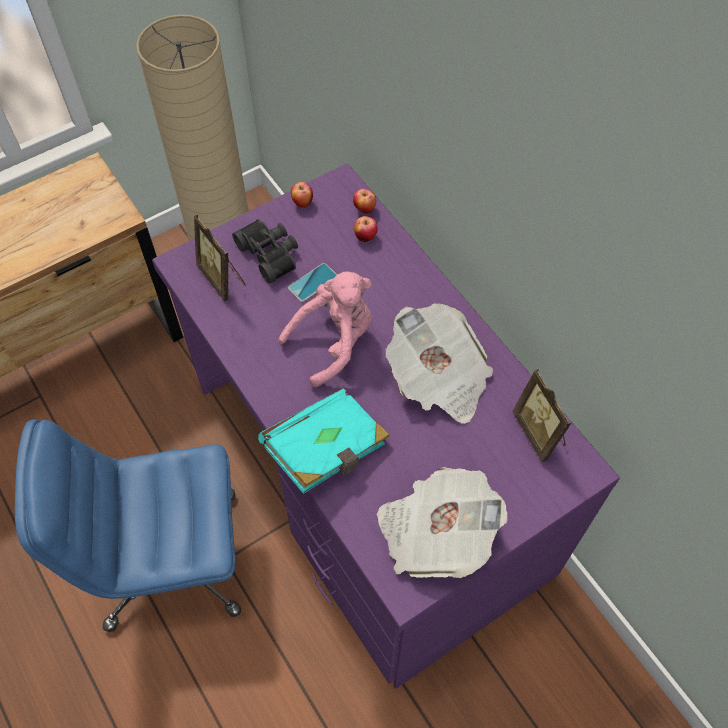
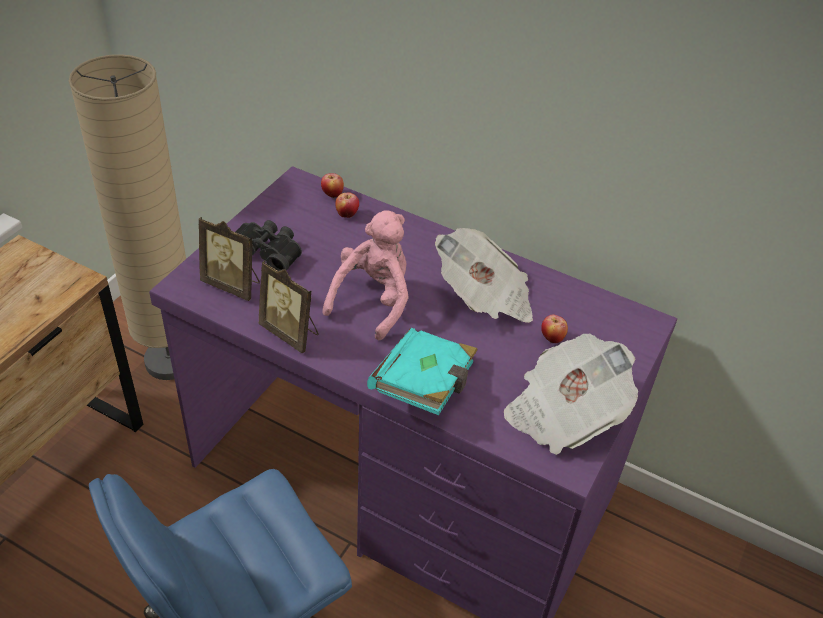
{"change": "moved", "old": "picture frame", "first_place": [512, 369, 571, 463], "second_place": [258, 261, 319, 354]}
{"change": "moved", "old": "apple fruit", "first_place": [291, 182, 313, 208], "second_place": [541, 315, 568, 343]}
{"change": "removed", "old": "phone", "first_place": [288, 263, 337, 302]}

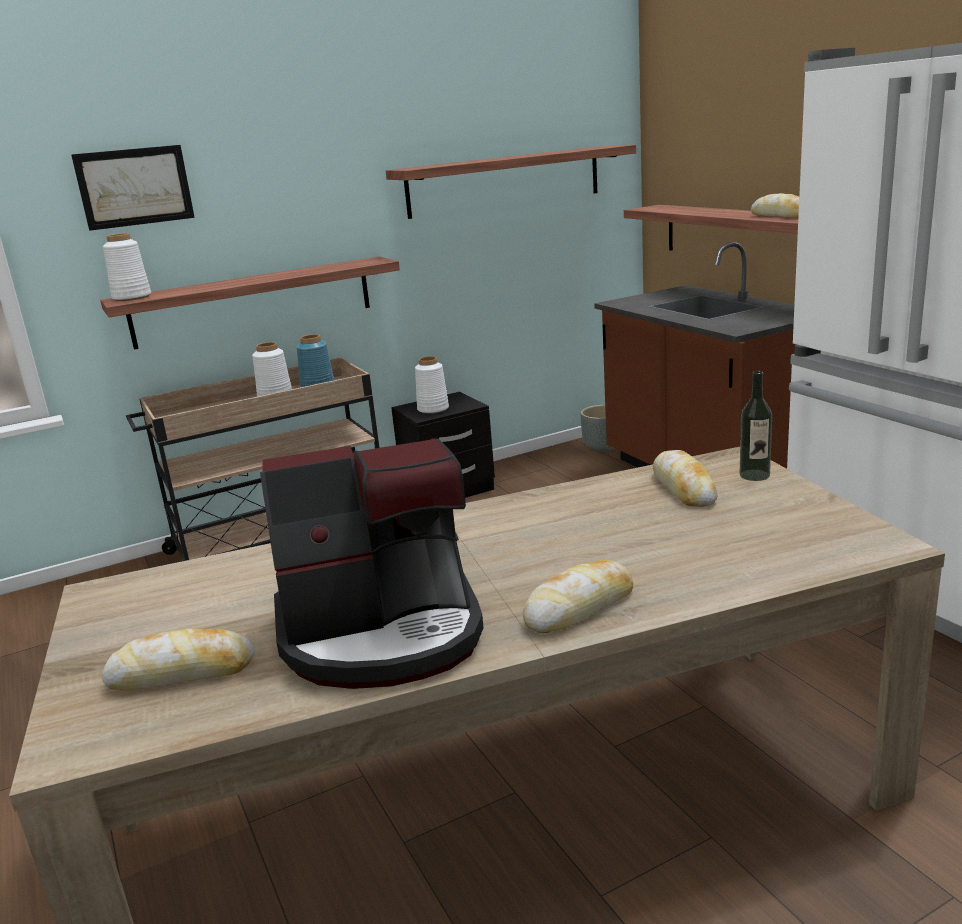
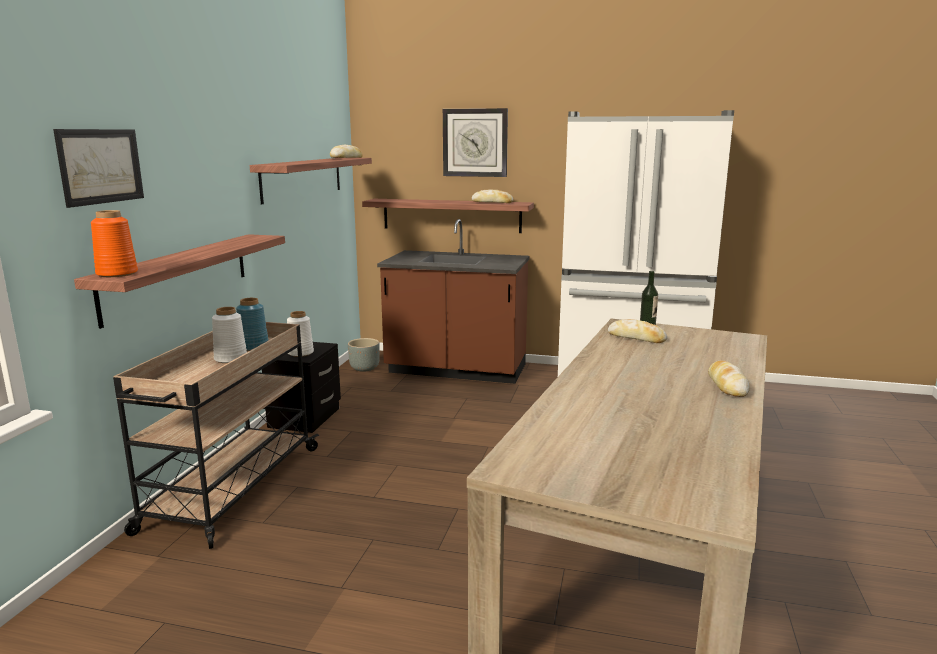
{"change": "recoloured", "old": "decorative vase (white)", "new": "decorative vase (orangey)", "first_place": [103, 233, 151, 301], "second_place": [91, 210, 138, 277]}
{"change": "moved", "old": "bread", "first_place": [102, 629, 255, 691], "second_place": [330, 145, 363, 158]}
{"change": "added", "new": "hanging clock", "second_place": [443, 108, 508, 177]}
{"change": "removed", "old": "coffee maker", "first_place": [260, 438, 484, 689]}

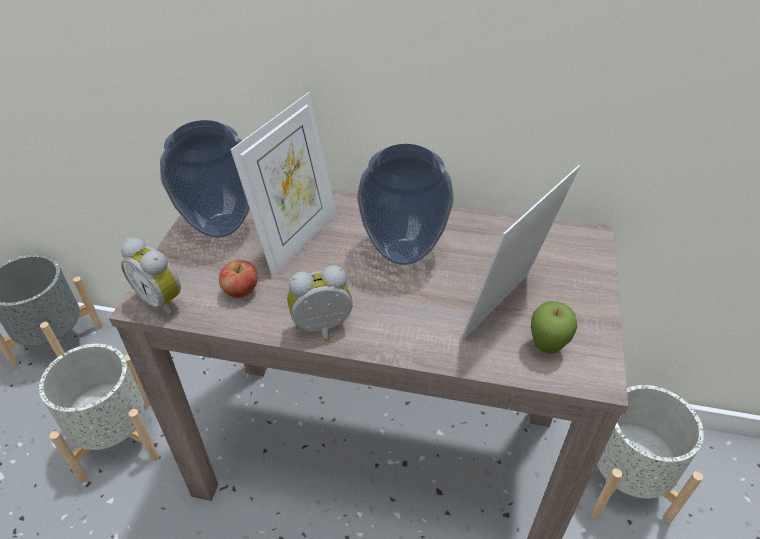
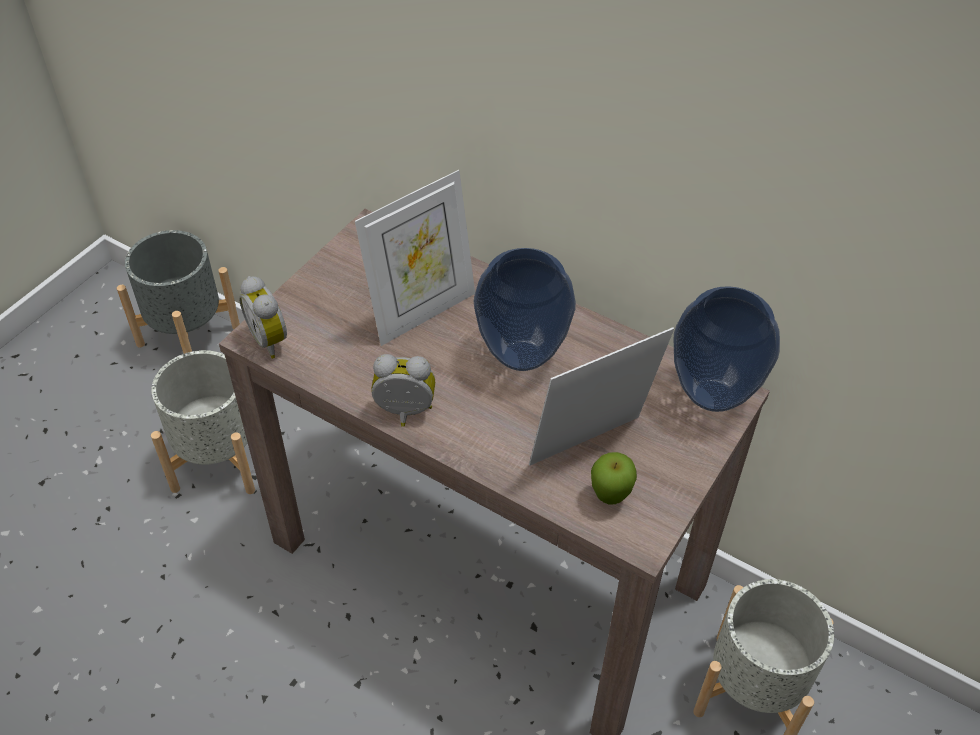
{"change": "moved", "old": "decorative vase", "first_place": [160, 120, 250, 238], "second_place": [674, 286, 780, 412]}
{"change": "removed", "old": "apple fruit", "first_place": [219, 260, 258, 298]}

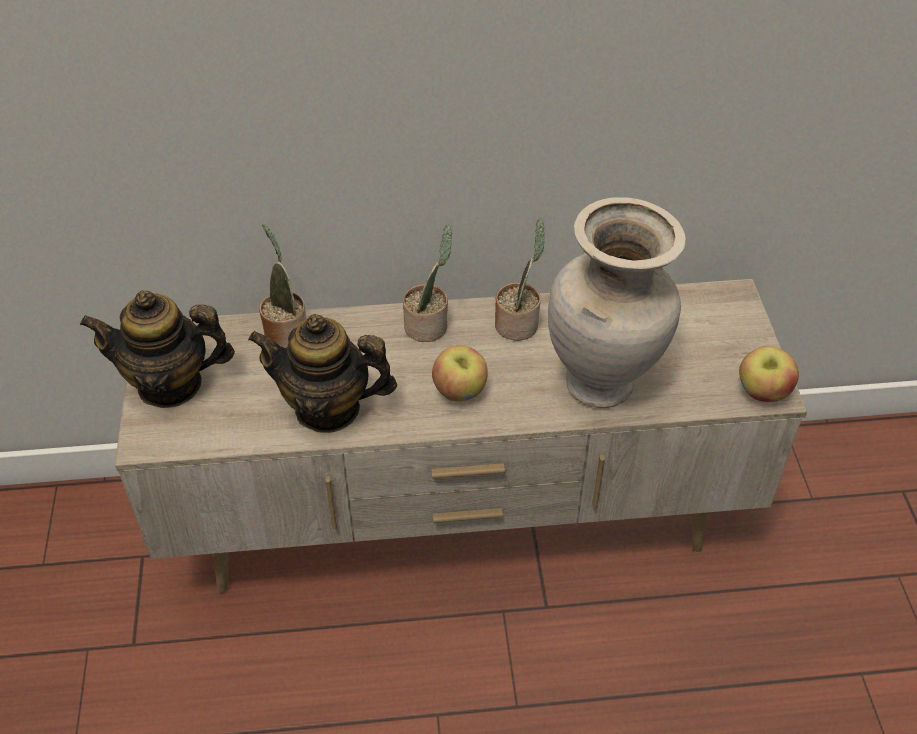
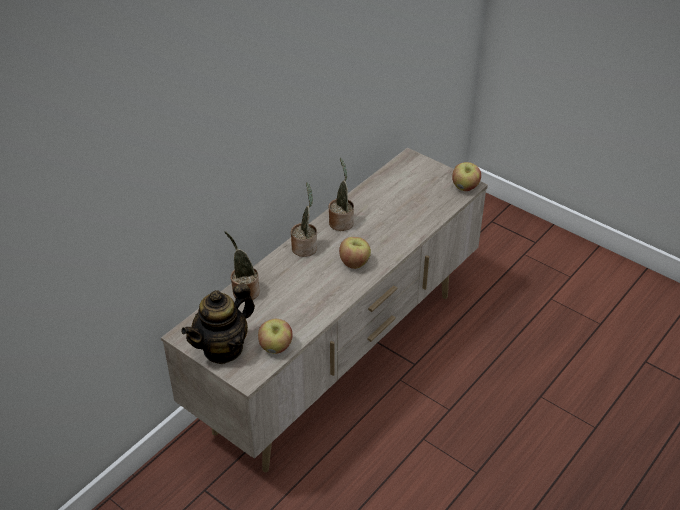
{"change": "added", "new": "apple fruit", "second_place": [258, 319, 293, 354]}
{"change": "removed", "old": "tea pot", "first_place": [248, 314, 397, 433]}
{"change": "removed", "old": "decorative vase (beige-coloured)", "first_place": [548, 197, 686, 408]}

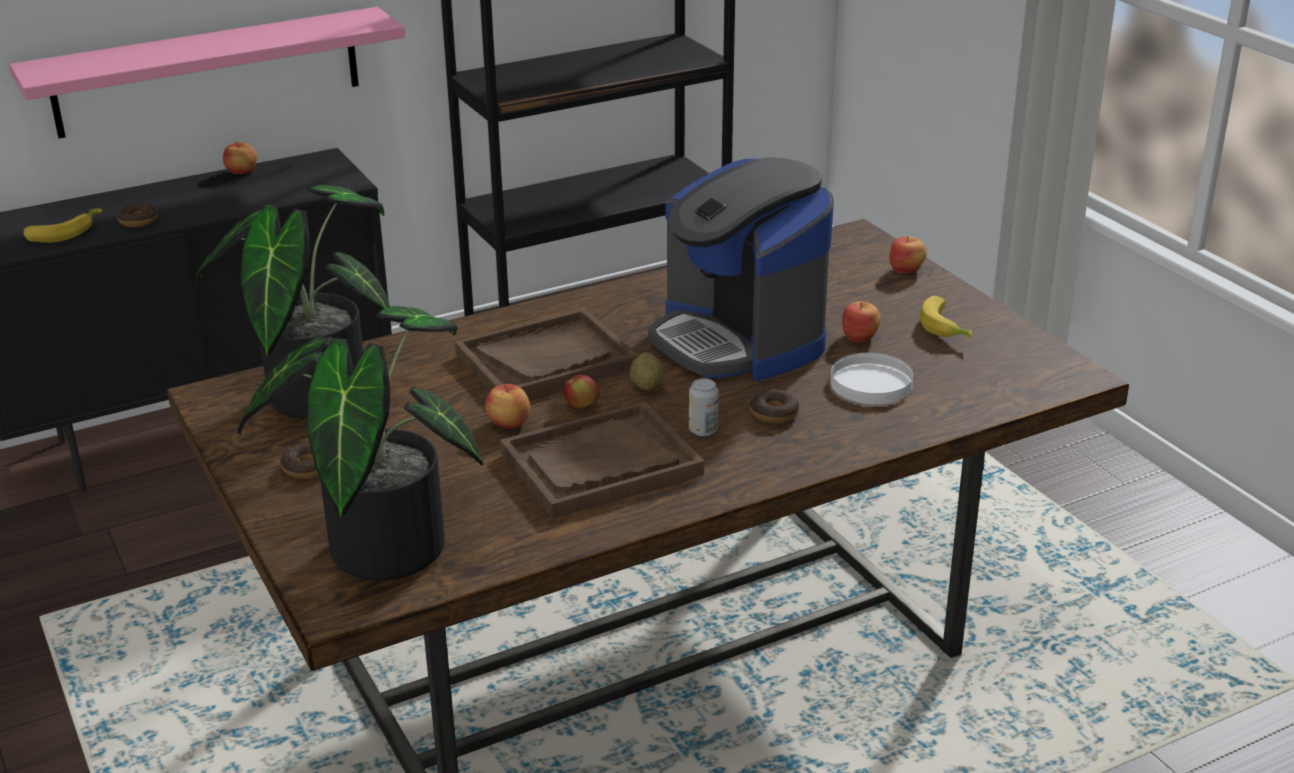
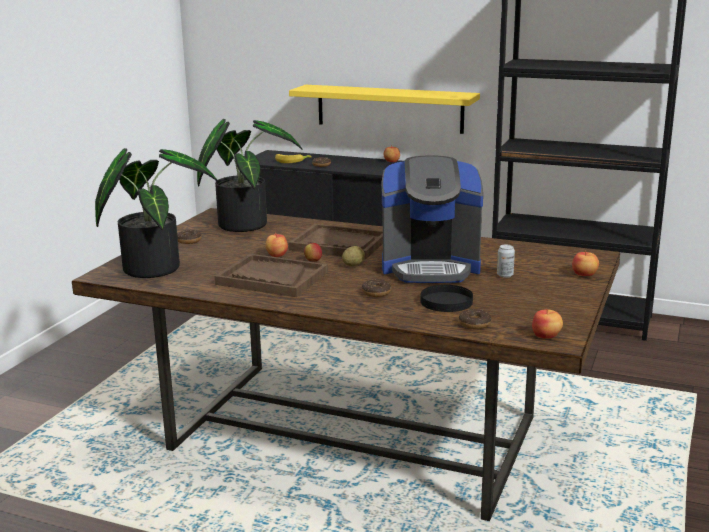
{"change": "recoloured", "old": "wall shelf (pink)", "new": "wall shelf (yellowish)", "first_place": [9, 7, 405, 138], "second_place": [289, 85, 480, 134]}
{"change": "turned", "old": "coffee maker", "first_place": [648, 157, 834, 381], "second_place": [382, 155, 483, 283], "degrees": -105}
{"change": "recoloured", "old": "dinner plate (white)", "new": "dinner plate (blackish)", "first_place": [831, 353, 914, 404], "second_place": [420, 285, 473, 312]}
{"change": "added", "new": "doughnut", "second_place": [459, 309, 491, 329]}
{"change": "moved", "old": "can", "first_place": [689, 378, 718, 436], "second_place": [497, 245, 515, 278]}
{"change": "moved", "old": "apple fruit", "first_place": [842, 301, 881, 343], "second_place": [532, 309, 563, 339]}
{"change": "removed", "old": "whole banana", "first_place": [919, 296, 972, 339]}

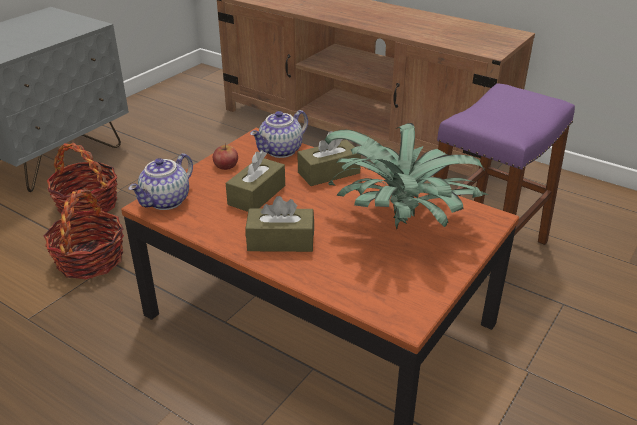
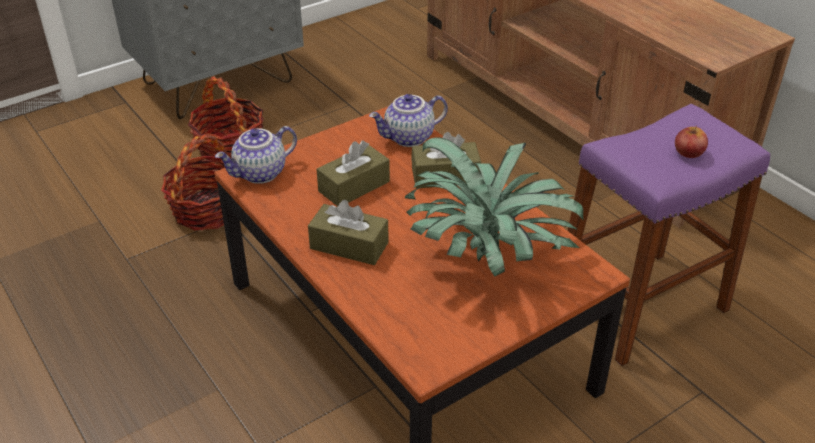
{"change": "moved", "old": "apple fruit", "first_place": [213, 143, 238, 170], "second_place": [675, 126, 708, 158]}

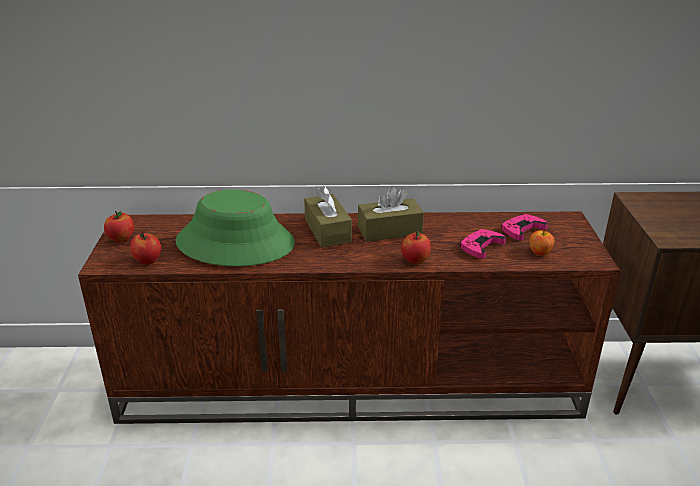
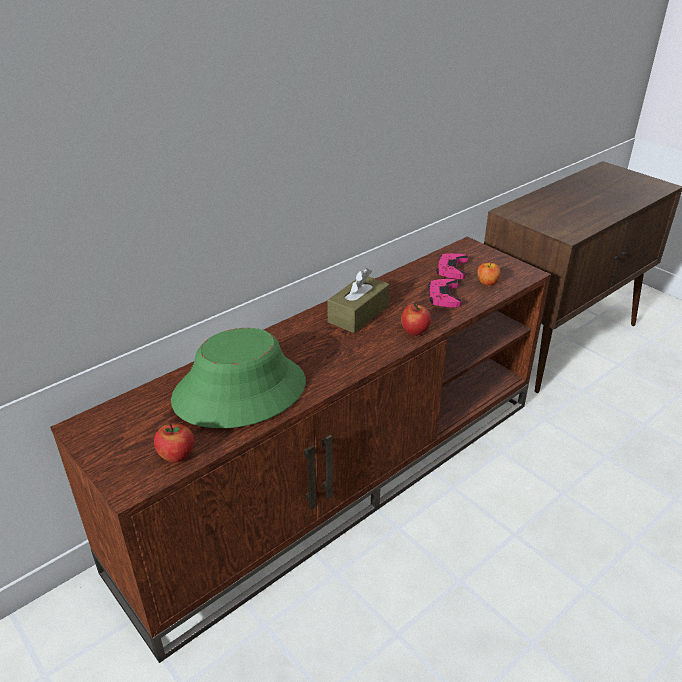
{"change": "removed", "old": "apple fruit", "first_place": [104, 211, 134, 243]}
{"change": "removed", "old": "box of tissues (brownish)", "first_place": [304, 186, 352, 248]}

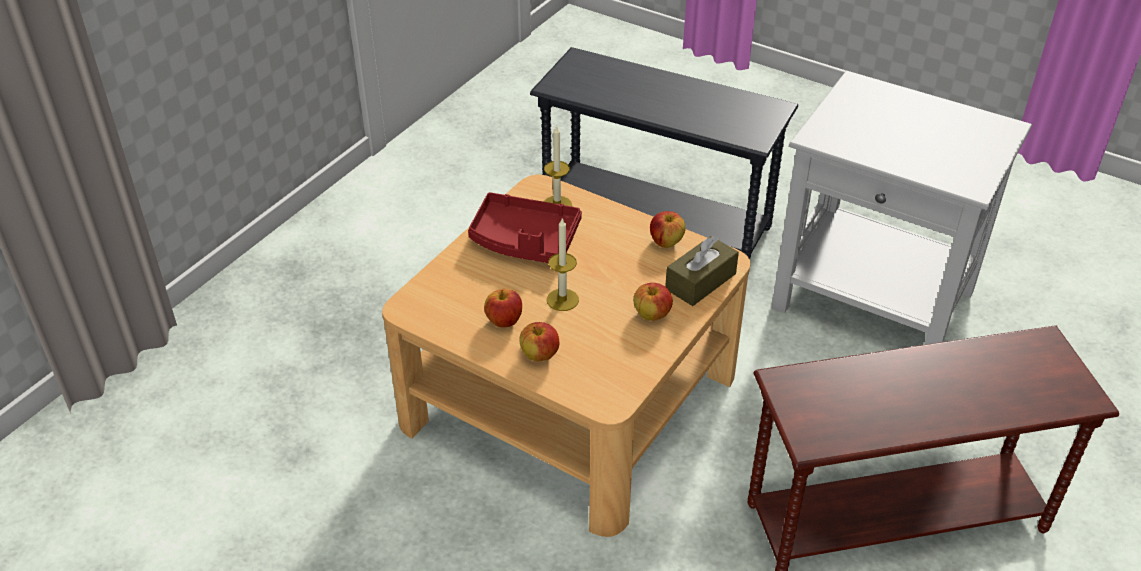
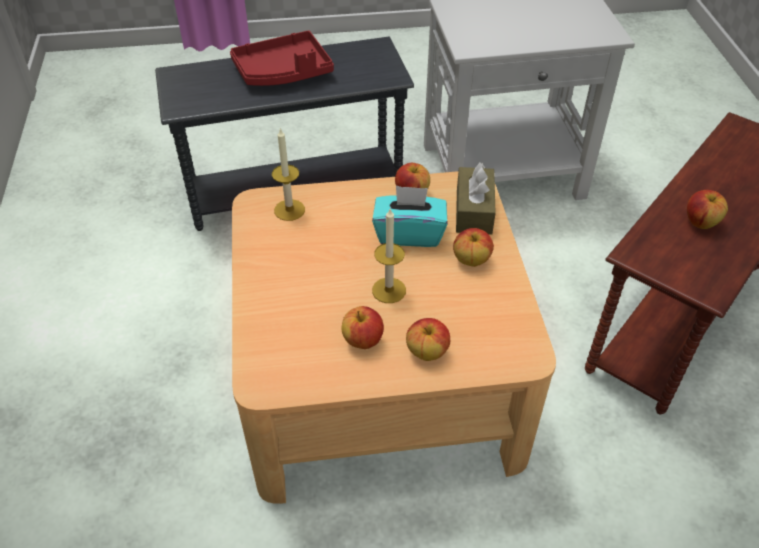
{"change": "moved", "old": "tray (red)", "first_place": [468, 192, 582, 263], "second_place": [230, 31, 334, 86]}
{"change": "added", "new": "box of tissues (turquoise-coloured)", "second_place": [372, 185, 447, 247]}
{"change": "added", "new": "apple fruit", "second_place": [687, 190, 728, 229]}

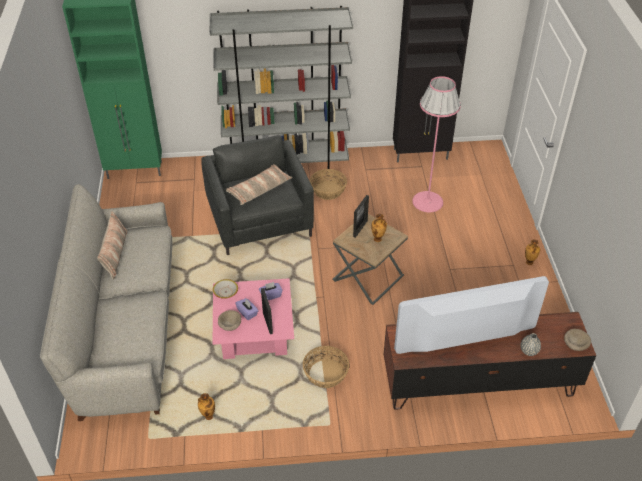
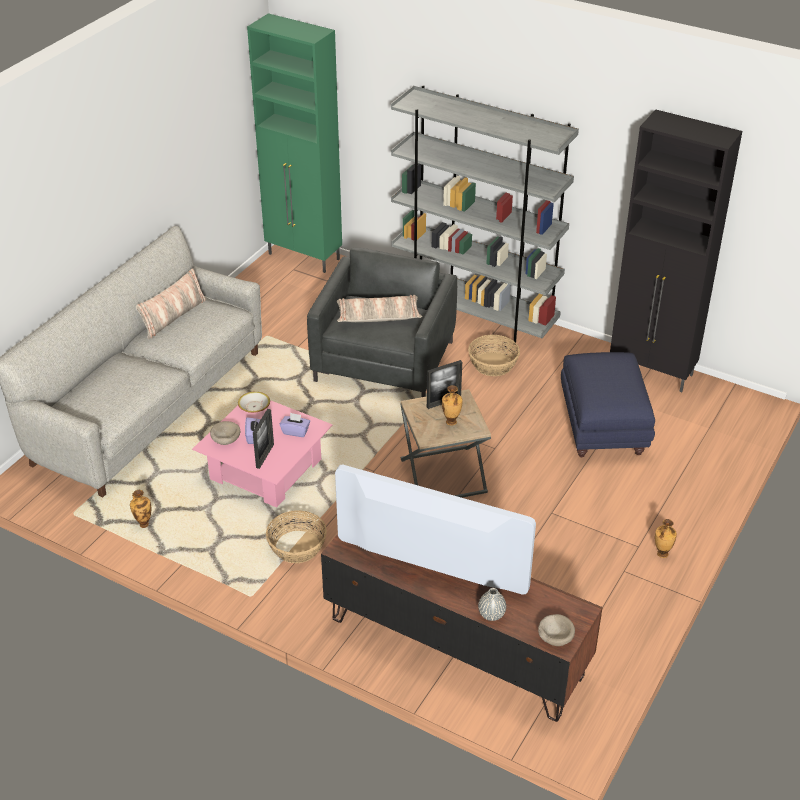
{"change": "replaced", "old": "floor lamp (pink)", "new": "pouffe (blue-coloured)", "first_place": [412, 76, 461, 212], "second_place": [561, 352, 655, 457]}

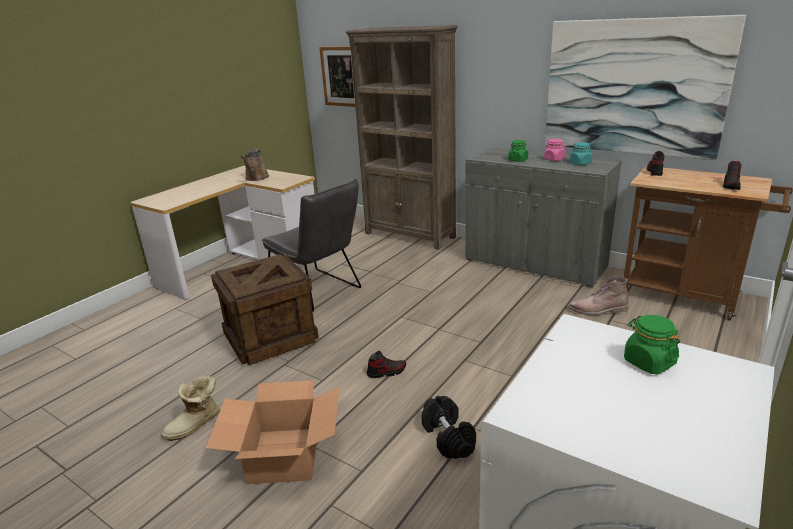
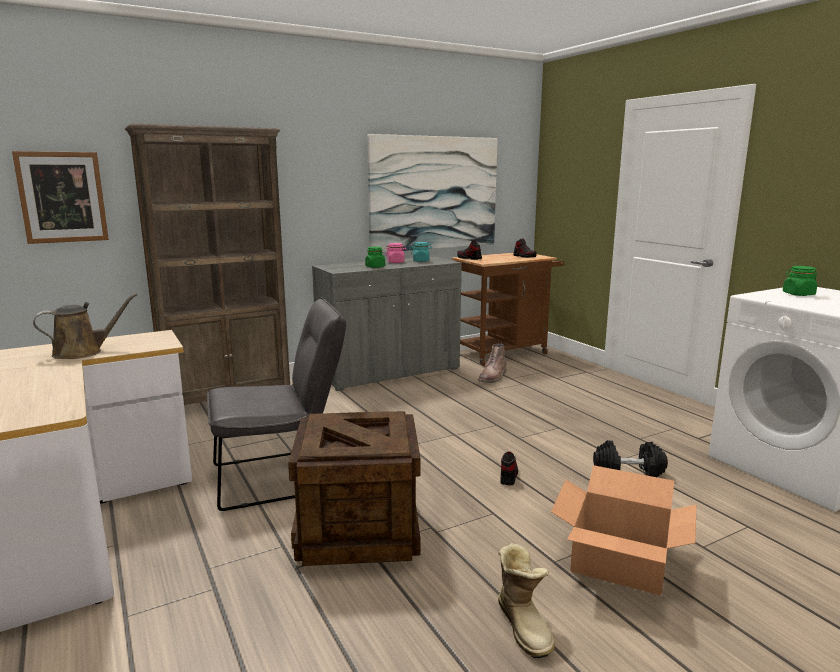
{"change": "turned", "old": "watering can (brownish)", "first_place": [240, 150, 269, 181], "second_place": [33, 293, 137, 359], "degrees": -60}

